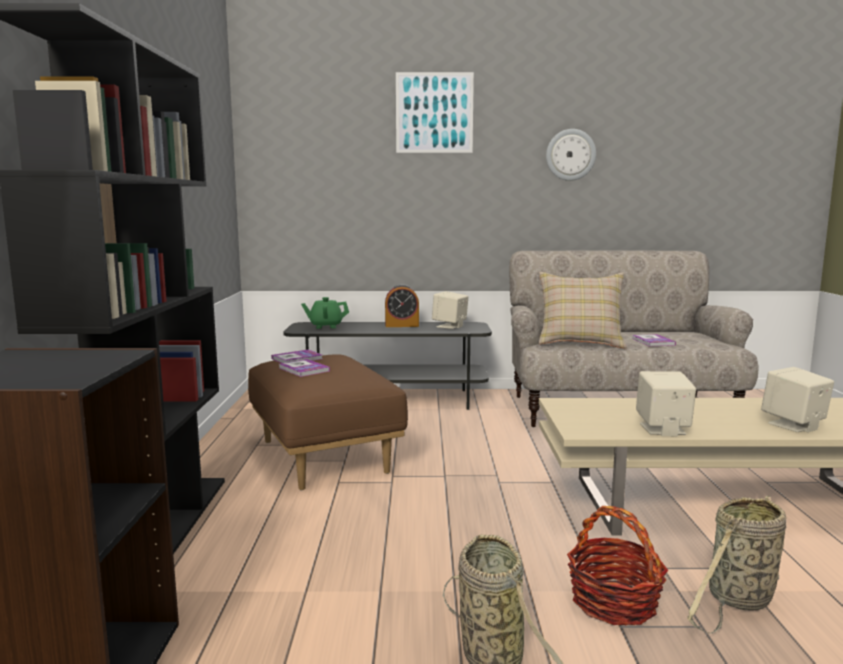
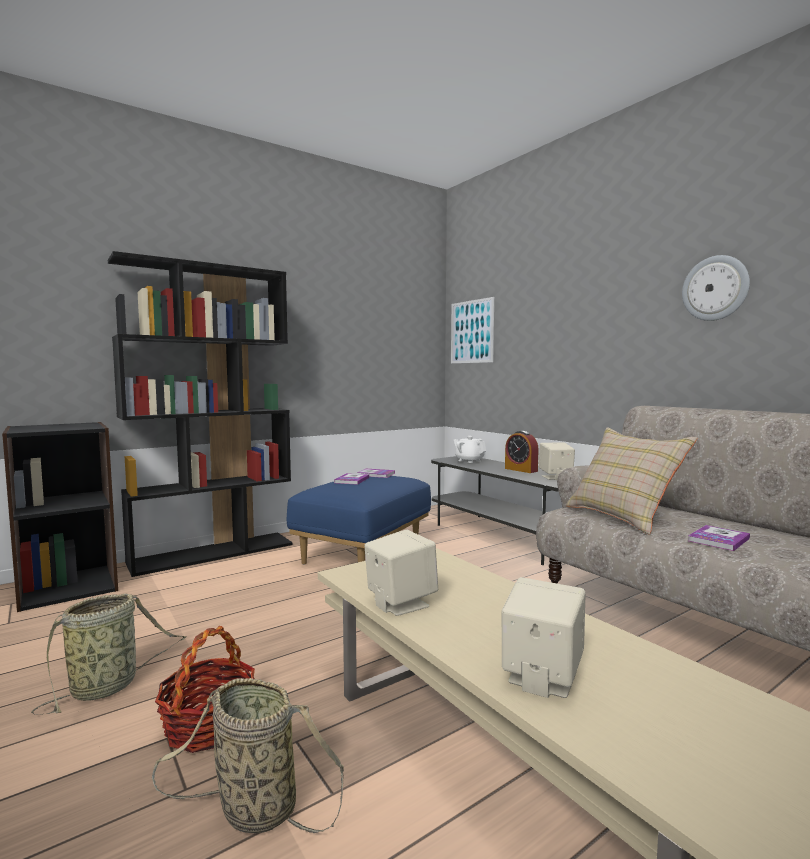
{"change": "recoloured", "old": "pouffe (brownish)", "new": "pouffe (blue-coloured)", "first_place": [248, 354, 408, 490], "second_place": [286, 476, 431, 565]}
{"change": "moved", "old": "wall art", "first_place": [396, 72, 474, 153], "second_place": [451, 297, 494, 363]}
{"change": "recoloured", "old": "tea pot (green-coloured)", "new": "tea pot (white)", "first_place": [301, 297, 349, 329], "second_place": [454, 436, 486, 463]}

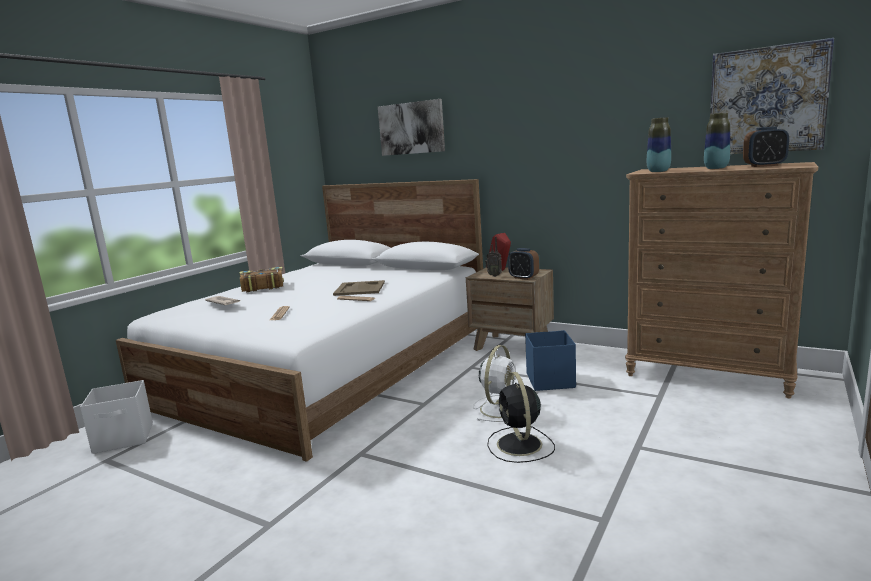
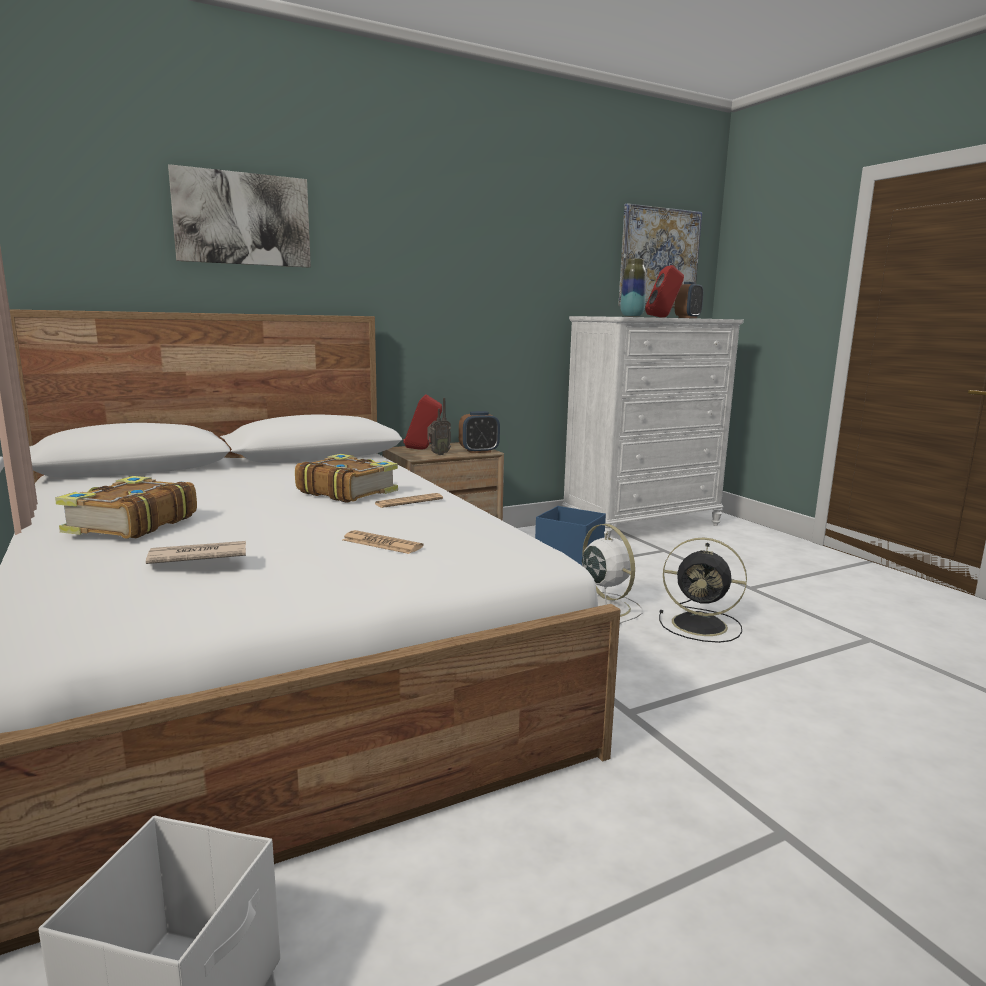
{"change": "replaced", "old": "tray (beige-coloured)", "new": "book", "first_place": [333, 280, 385, 296], "second_place": [295, 454, 398, 503]}
{"change": "recoloured", "old": "chest of drawers (brownish)", "new": "chest of drawers (white)", "first_place": [625, 162, 818, 398], "second_place": [562, 316, 744, 537]}
{"change": "replaced", "old": "decorative vase", "new": "audio speaker (red)", "first_place": [704, 113, 730, 169], "second_place": [645, 265, 684, 318]}

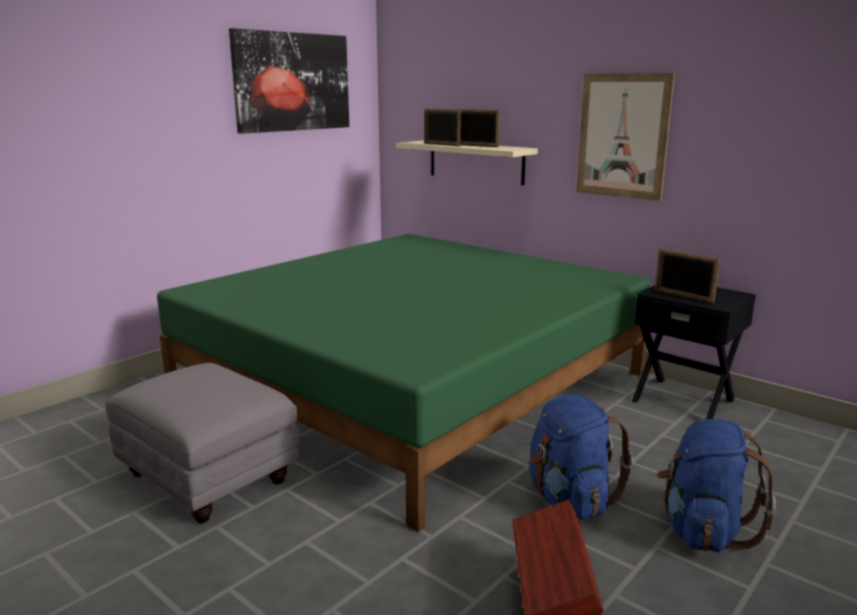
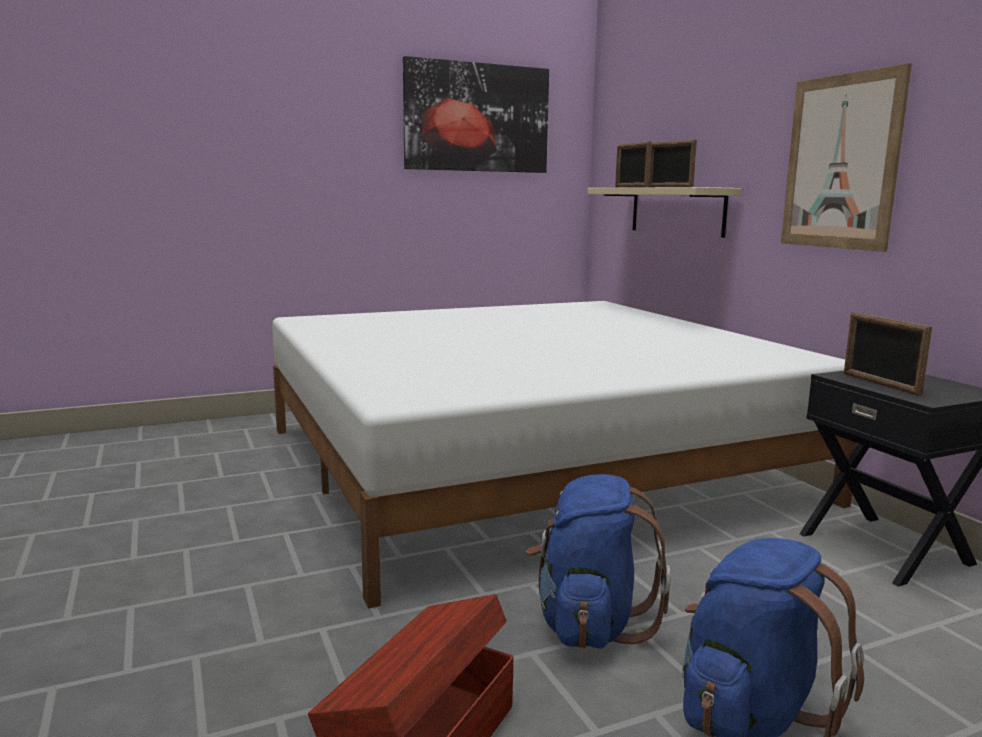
{"change": "recoloured", "old": "bed (green-coloured)", "new": "bed (white)", "first_place": [157, 234, 651, 533], "second_place": [272, 301, 858, 609]}
{"change": "removed", "old": "pouffe (greyish)", "first_place": [105, 363, 300, 523]}

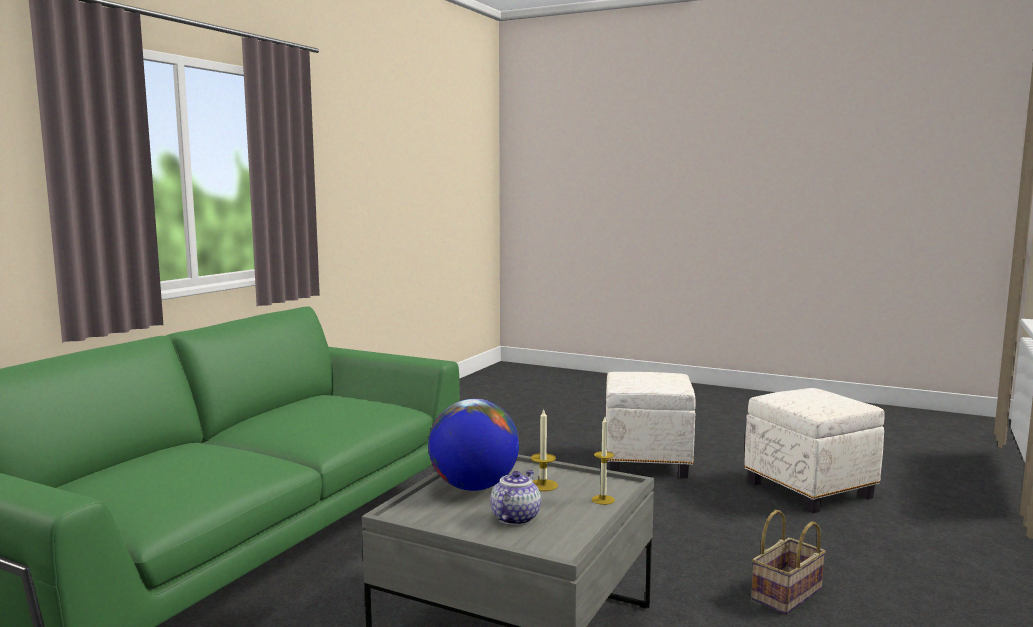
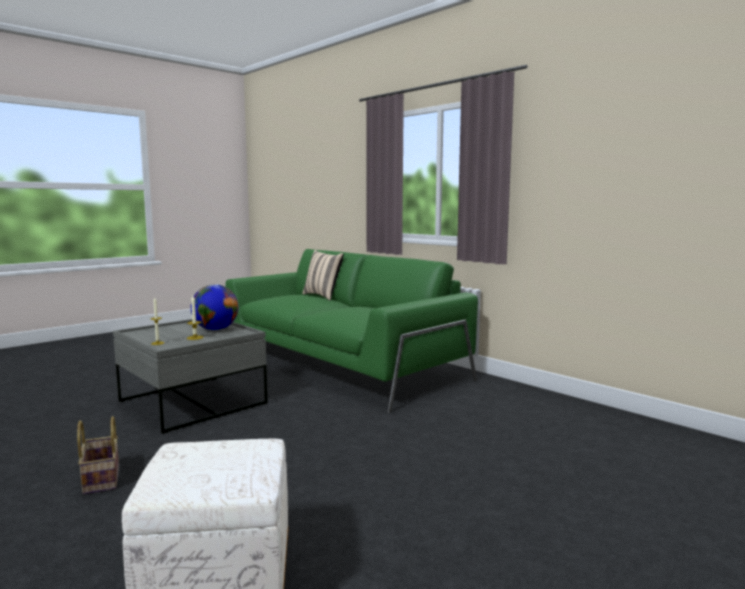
{"change": "added", "new": "cushion (beige-coloured)", "second_place": [302, 250, 344, 300]}
{"change": "removed", "old": "tea pot", "first_place": [491, 470, 541, 525]}
{"change": "removed", "old": "pouffe (white)", "first_place": [606, 372, 696, 478]}

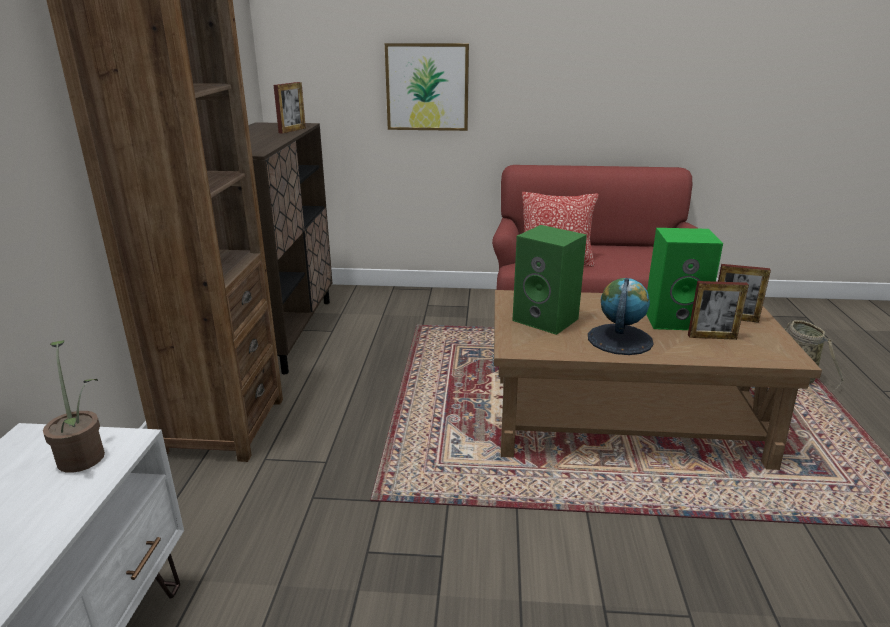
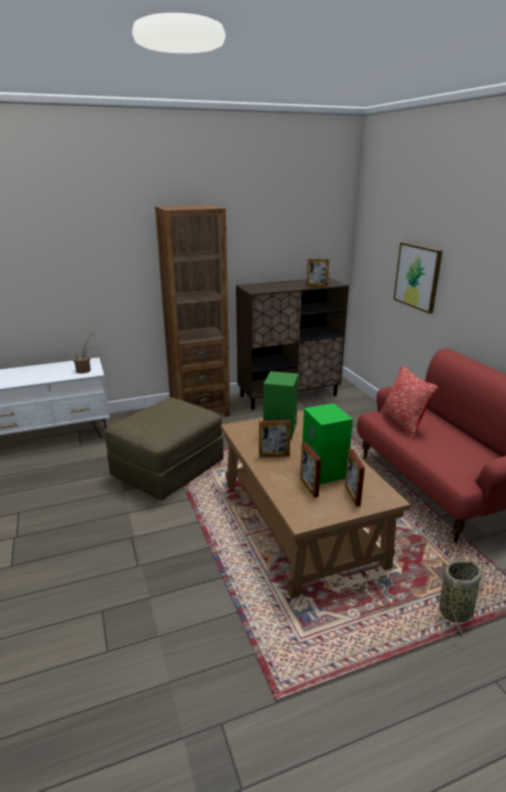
{"change": "added", "new": "pouffe (brownish)", "second_place": [105, 397, 223, 500]}
{"change": "replaced", "old": "desk globe", "new": "picture frame", "first_place": [588, 278, 654, 355], "second_place": [259, 420, 291, 457]}

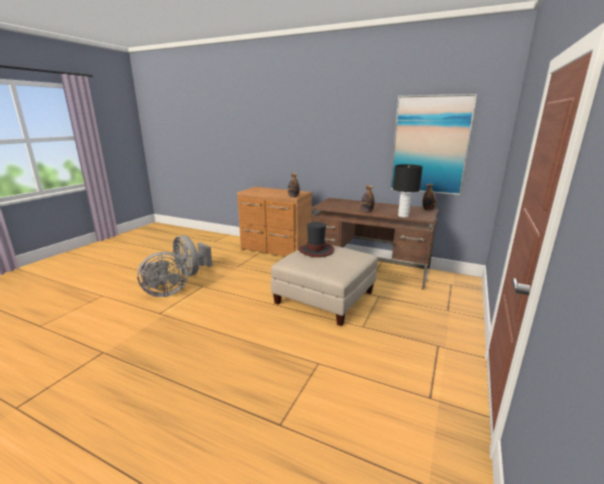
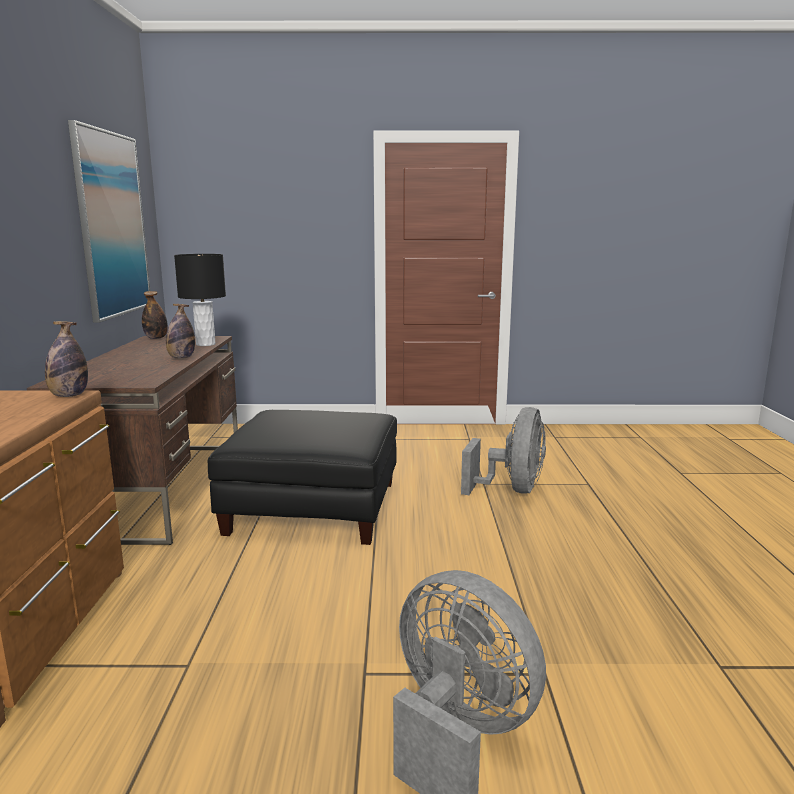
{"change": "recoloured", "old": "pouffe (beige-coloured)", "new": "pouffe (blackish)", "first_place": [271, 245, 378, 326], "second_place": [207, 410, 397, 545]}
{"change": "moved", "old": "cooling fan (greyish)", "first_place": [173, 235, 212, 276], "second_place": [461, 407, 546, 495]}
{"change": "removed", "old": "hat", "first_place": [298, 222, 334, 257]}

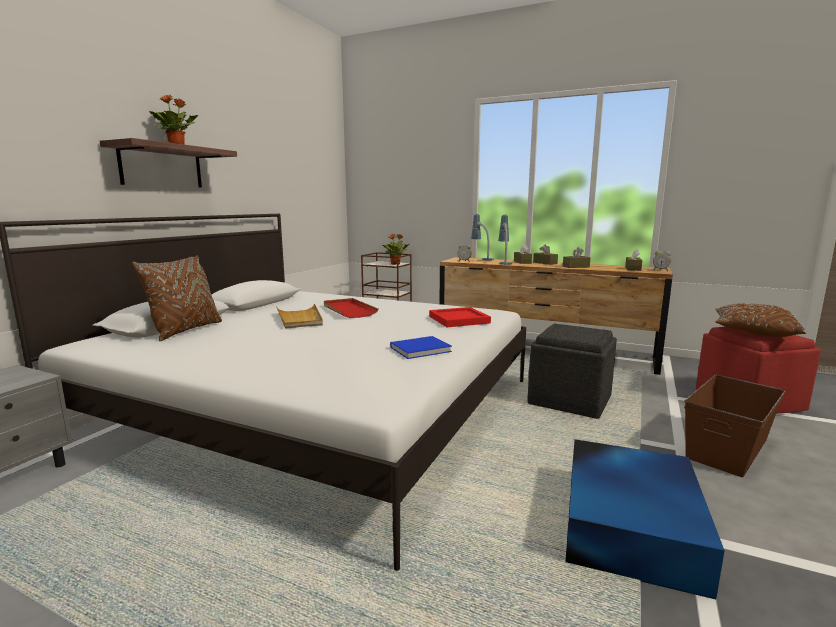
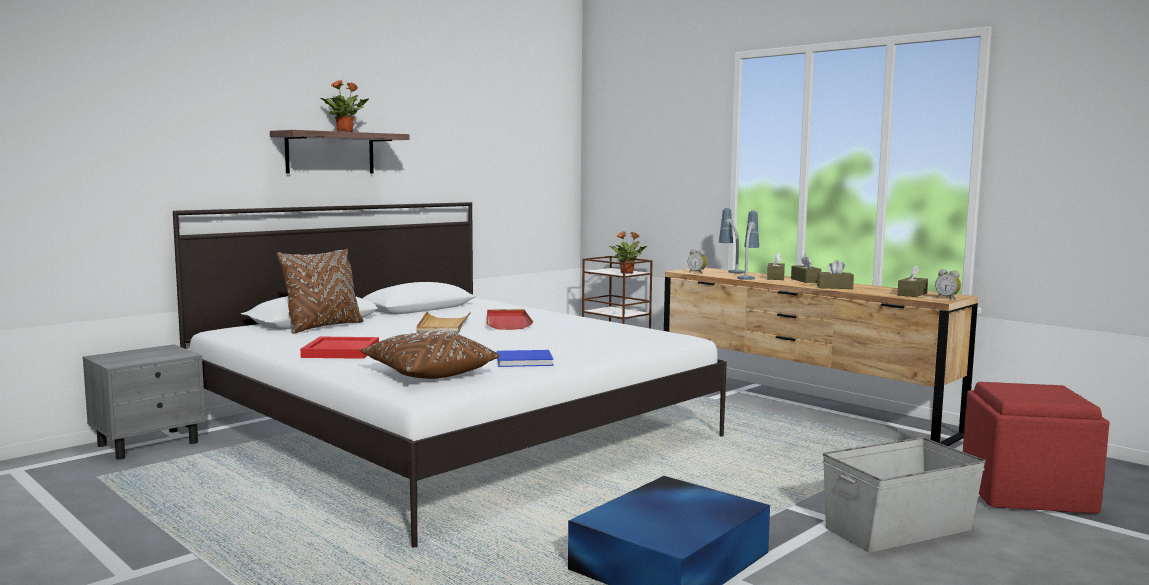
{"change": "moved", "old": "tray (red)", "first_place": [429, 307, 491, 327], "second_place": [300, 337, 379, 359]}
{"change": "moved", "old": "cushion (brownish)", "first_place": [715, 303, 807, 337], "second_place": [360, 330, 500, 379]}
{"change": "recoloured", "old": "storage box (brownish)", "new": "storage box (greyish)", "first_place": [684, 375, 785, 477], "second_place": [823, 437, 986, 553]}
{"change": "removed", "old": "pouffe (greyish)", "first_place": [527, 323, 617, 419]}

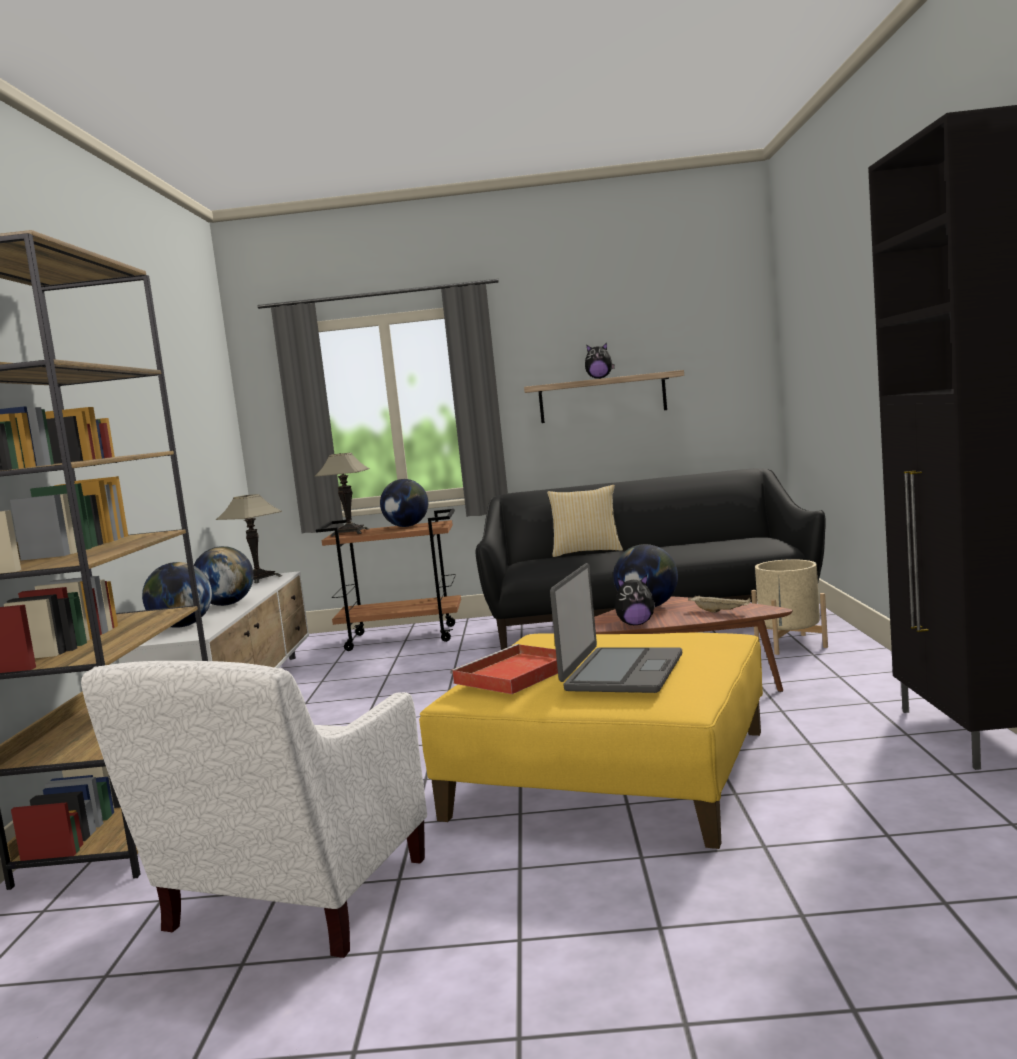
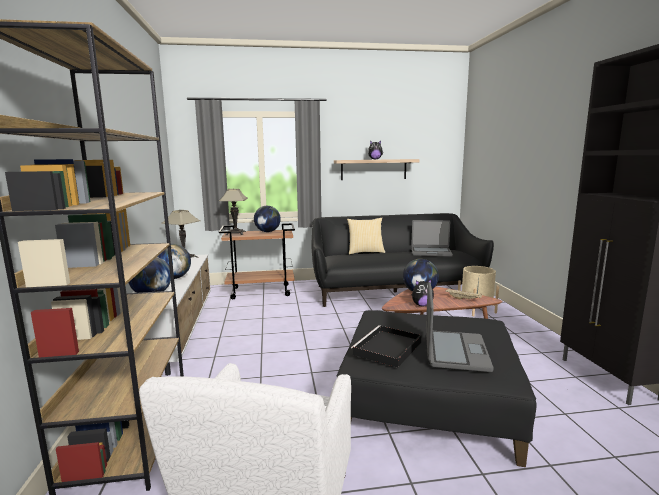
{"change": "recoloured", "old": "pouffe (yellowish)", "new": "pouffe (blackish)", "first_place": [419, 633, 763, 849], "second_place": [337, 310, 537, 467]}
{"change": "recoloured", "old": "tray (red)", "new": "tray (blackish)", "first_place": [450, 644, 558, 694], "second_place": [351, 325, 421, 367]}
{"change": "added", "new": "notebook computer", "second_place": [411, 220, 453, 257]}

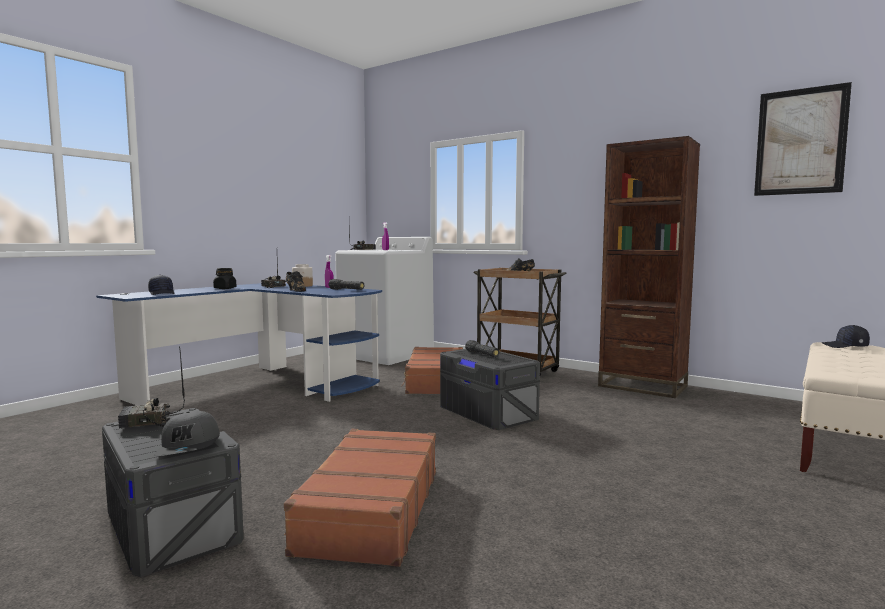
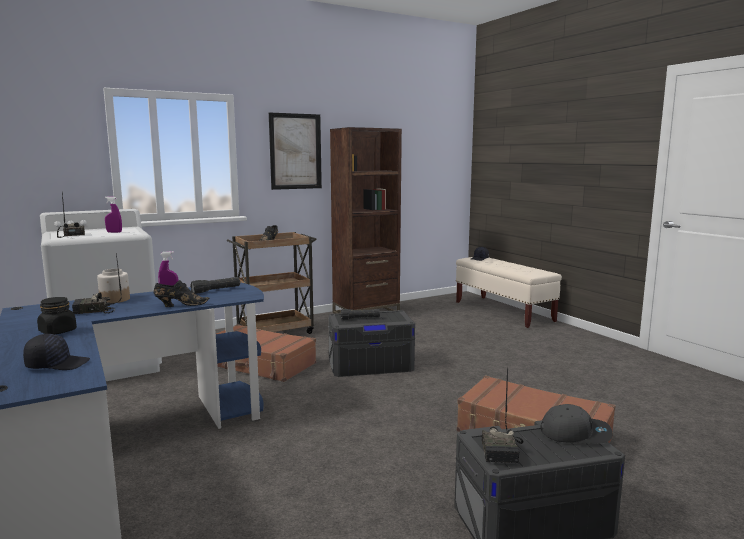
{"change": "moved", "old": "wall art", "first_place": [754, 82, 852, 196], "second_place": [269, 112, 322, 190]}

